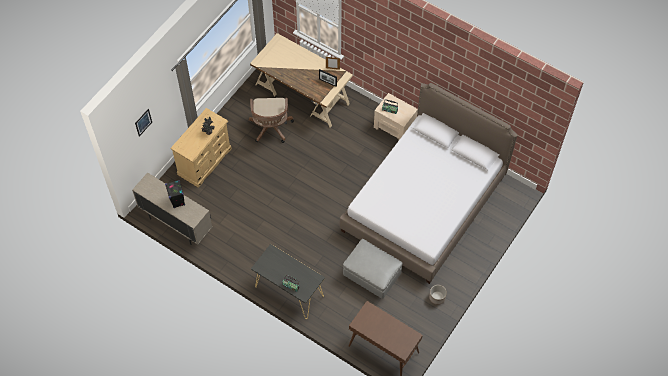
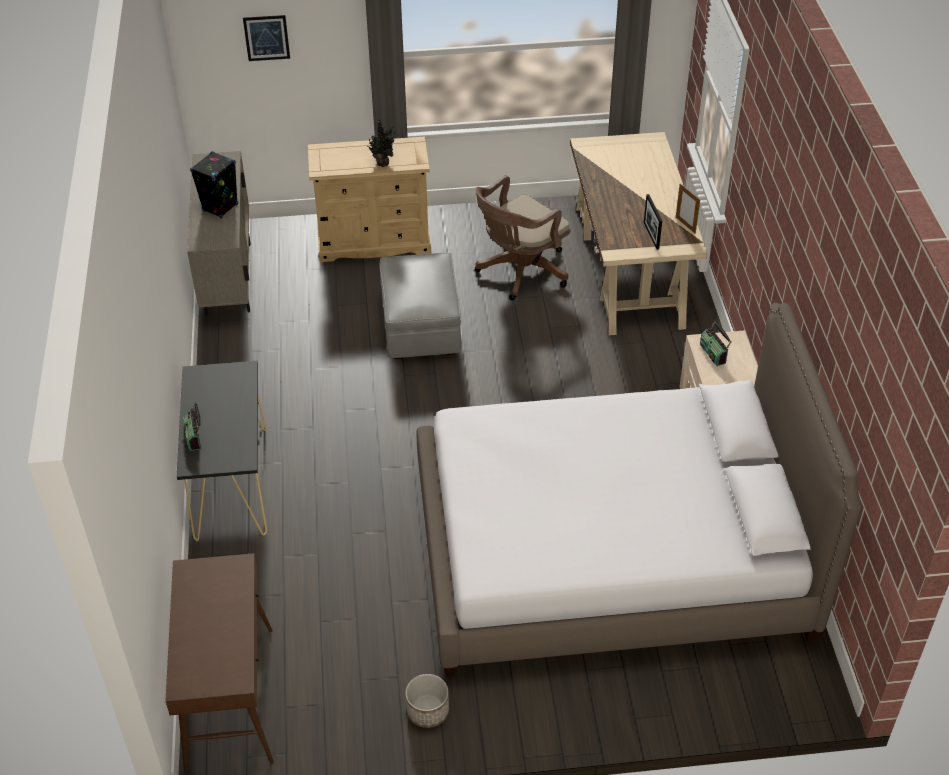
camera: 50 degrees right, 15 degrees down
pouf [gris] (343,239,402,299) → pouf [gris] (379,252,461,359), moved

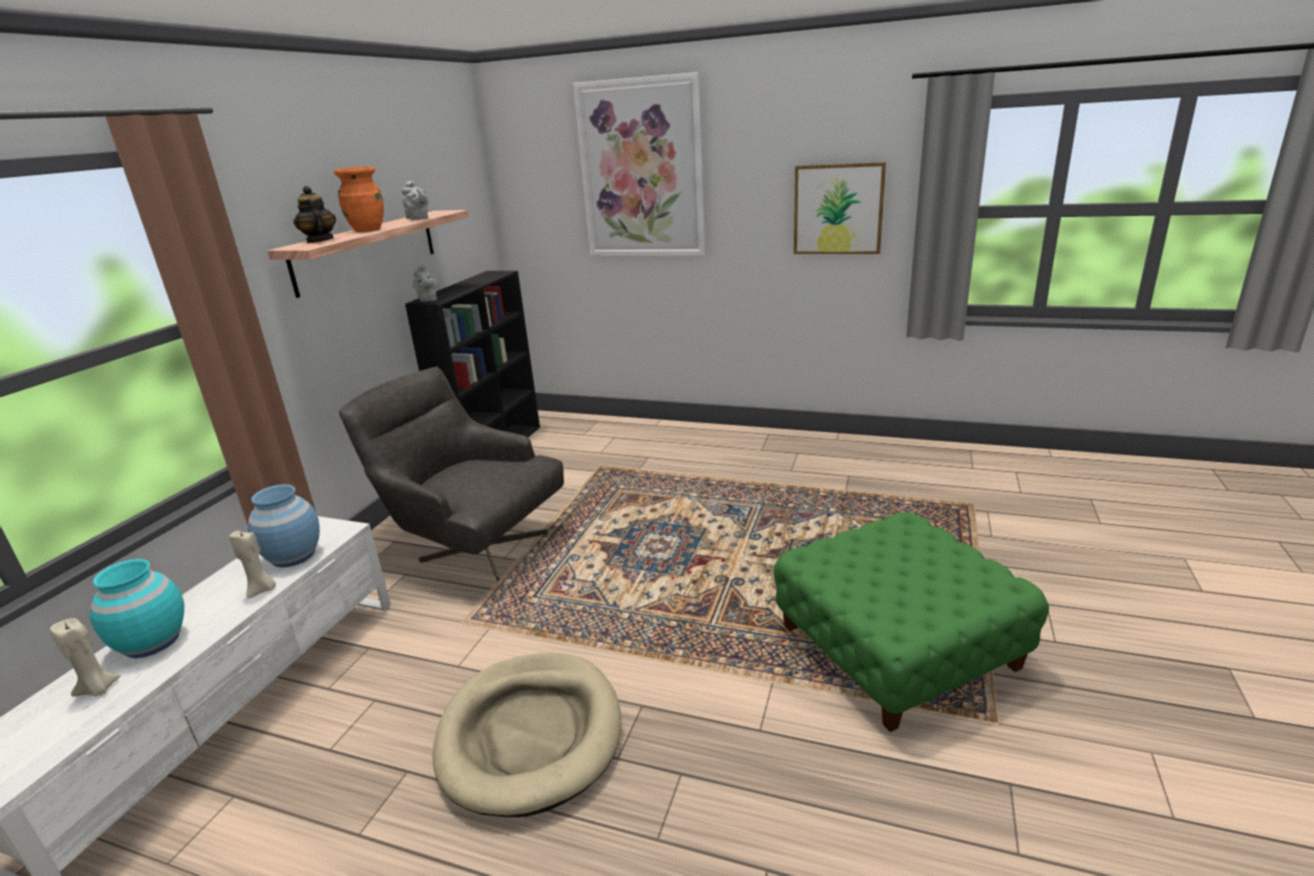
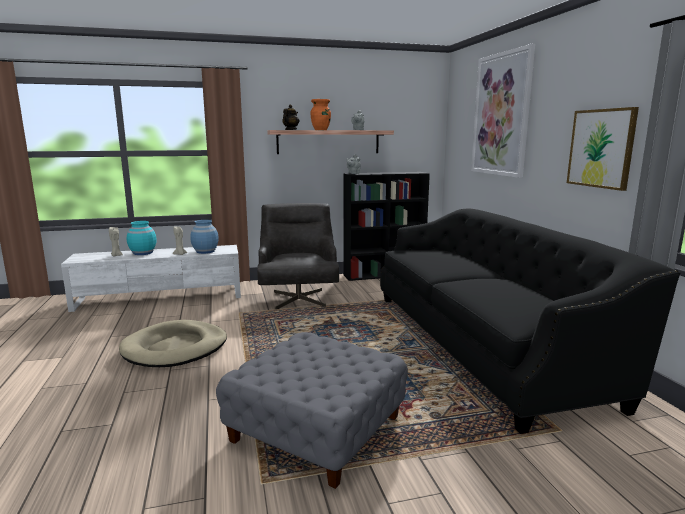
camera: 55 degrees right, 10 degrees down
pouf [vert] (774,512,1049,732) → pouf [gris] (216,332,408,489)
- → canapé [noir] (380,209,680,434)

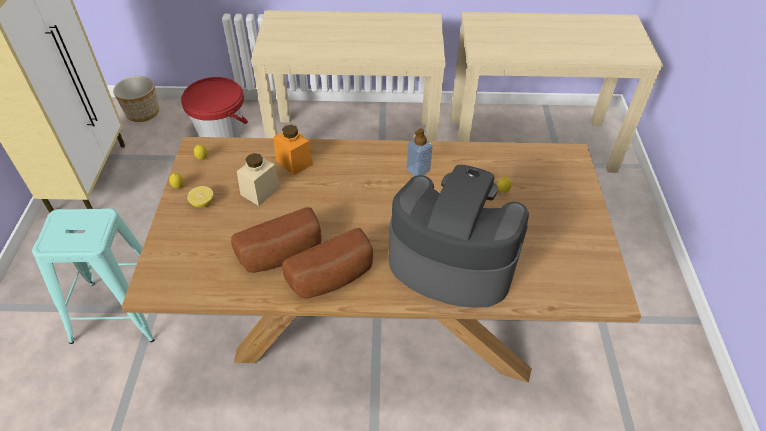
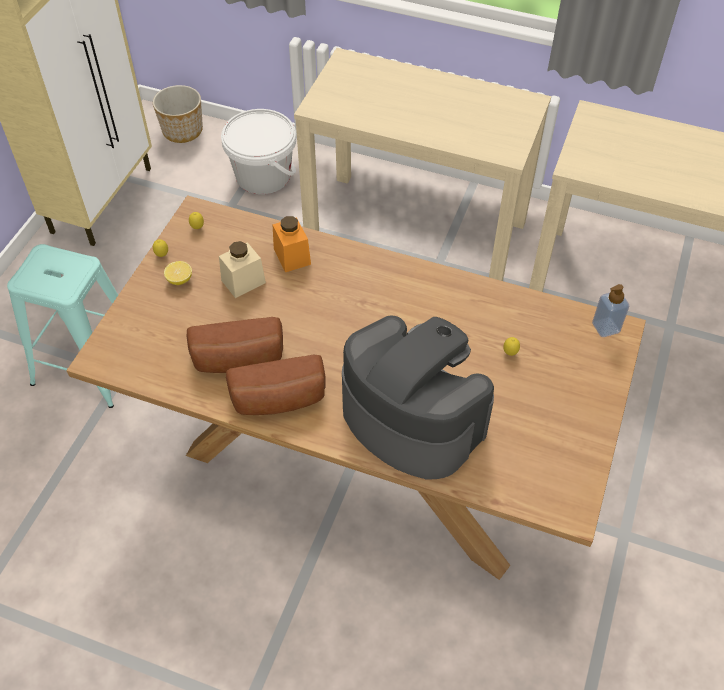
camera: 20 degrees right, 5 degrees up
seau [rouge] (181,77,248,138) → seau [blanc] (221,109,296,194)
distributeur de savon (406,128,433,176) → distributeur de savon (592,284,629,337), moved

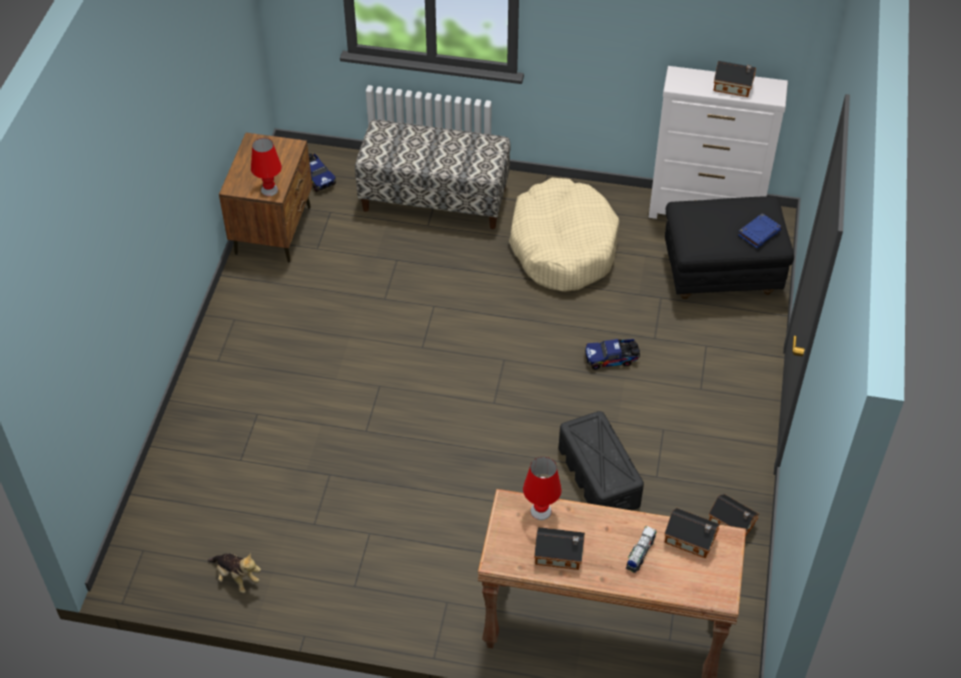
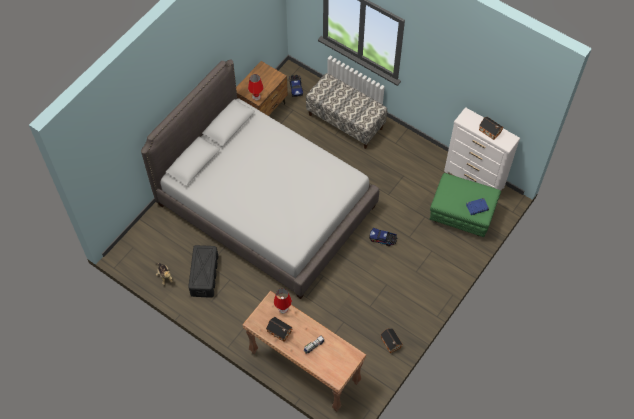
camera: 25 degrees right, 10 degrees up
panier pour chien [beige] (509,177,619,292) → -
pouf [noir] (665,196,794,299) → pouf [vert] (430,173,501,237)
boîte de rangement [noir] (559,411,644,510) → boîte de rangement [noir] (188,245,218,298), moved
maison miniature (664,508,720,558) → -
- → lit [gris] (141,59,379,299)

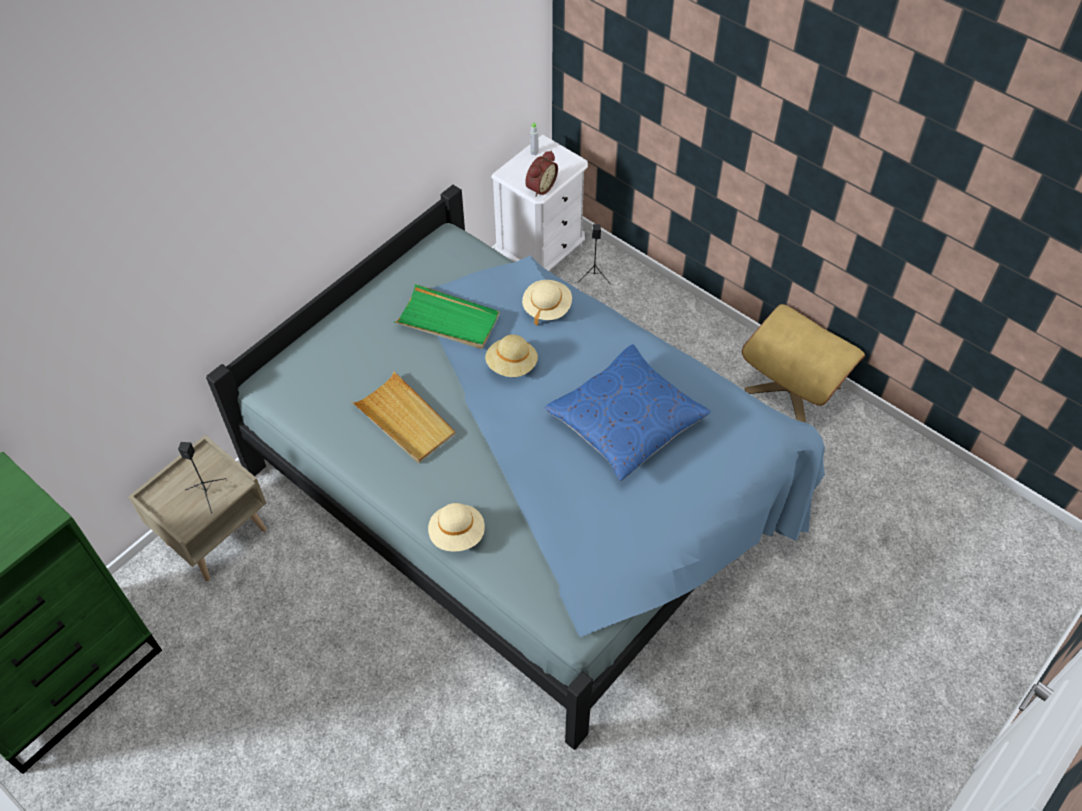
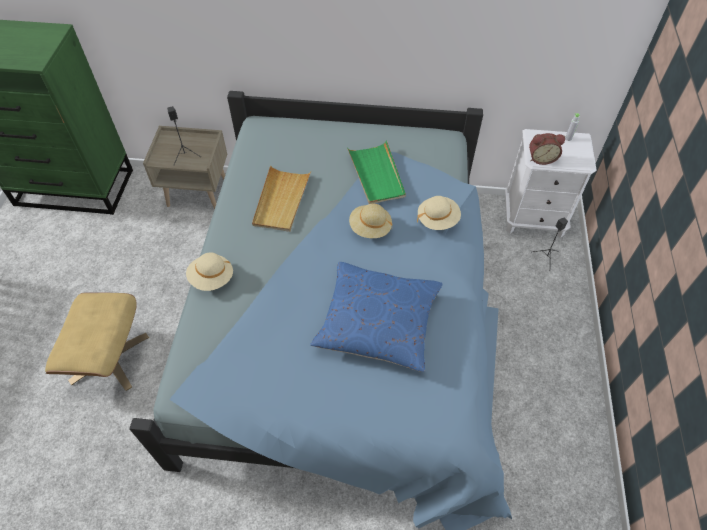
camera: 55 degrees right, 0 degrees up
pouf [beige] (742,304,865,423) → pouf [beige] (45,293,149,391), moved

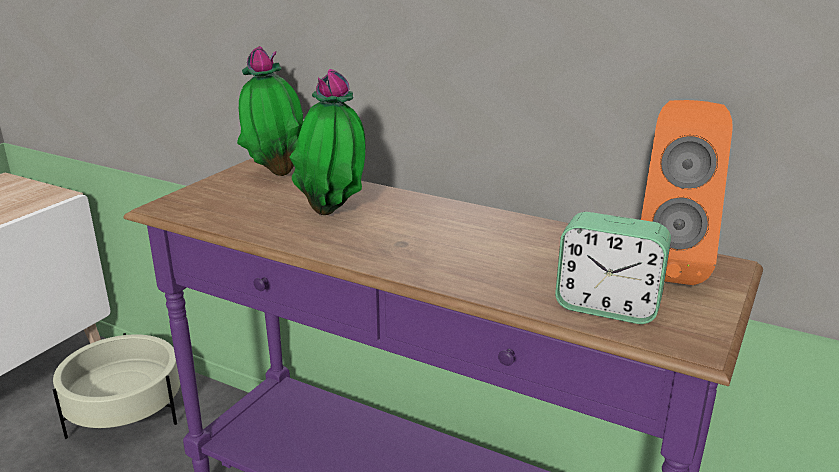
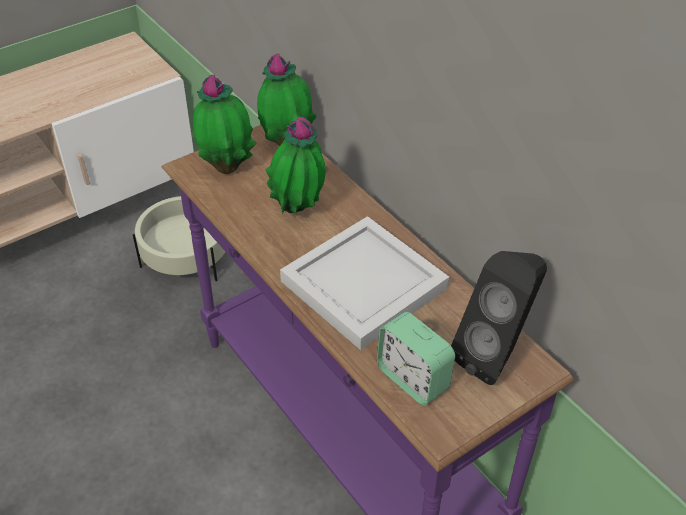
camera: 25 degrees right, 20 degrees up
enceinte [orange] (641,100,732,285) → enceinte [noir] (451,251,547,385)
- → plante en pot (193,74,257,174)
- → plateau [blanc] (280,216,449,350)

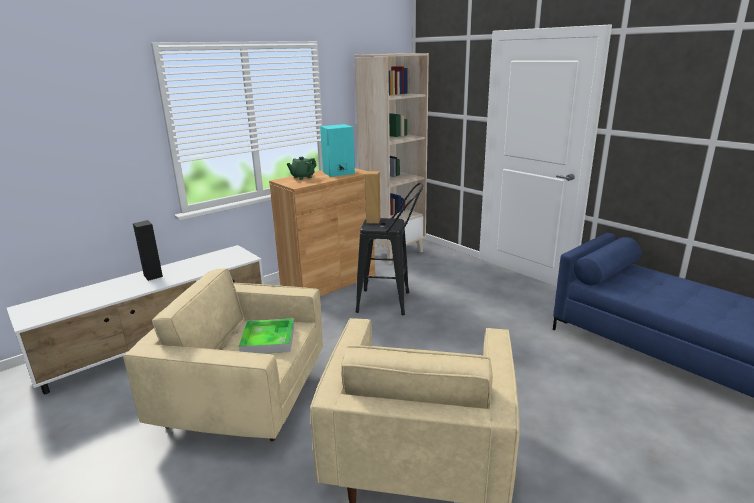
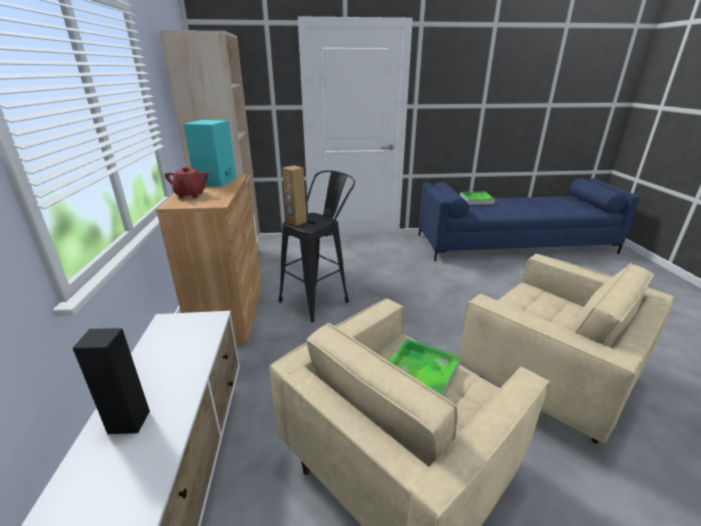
camera: 55 degrees left, 5 degrees up
théière [vert] (287,157,317,180) → théière [rouge] (165,167,208,198)
- → plateau (460,192,495,205)

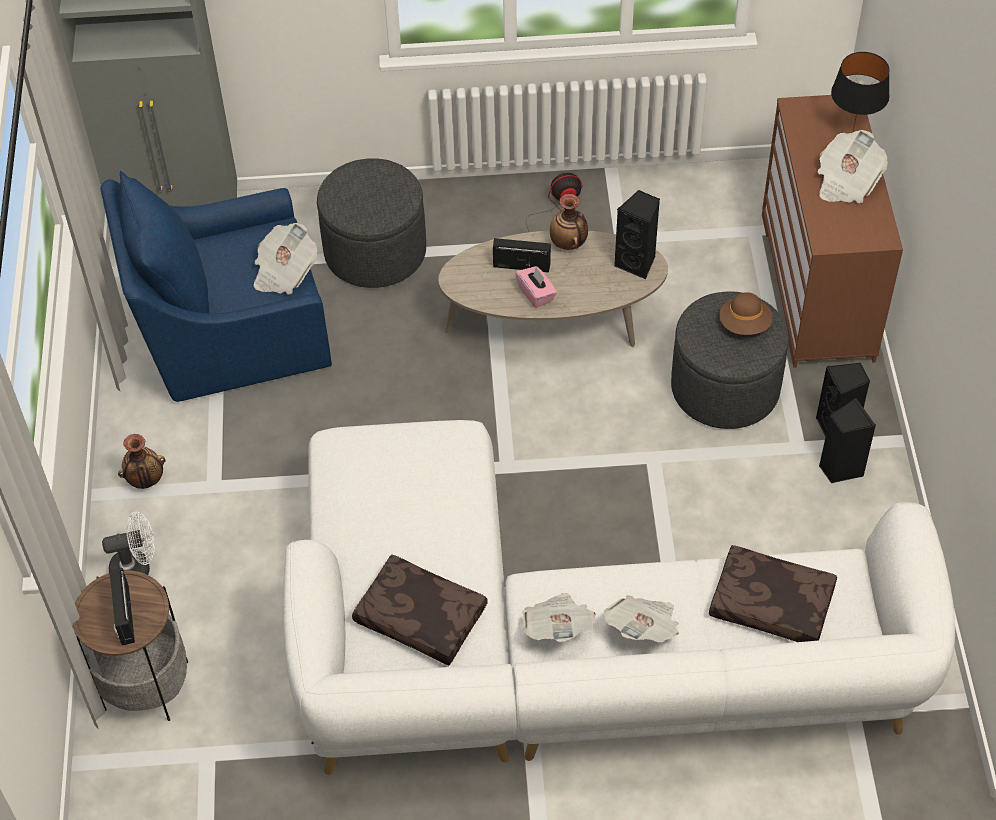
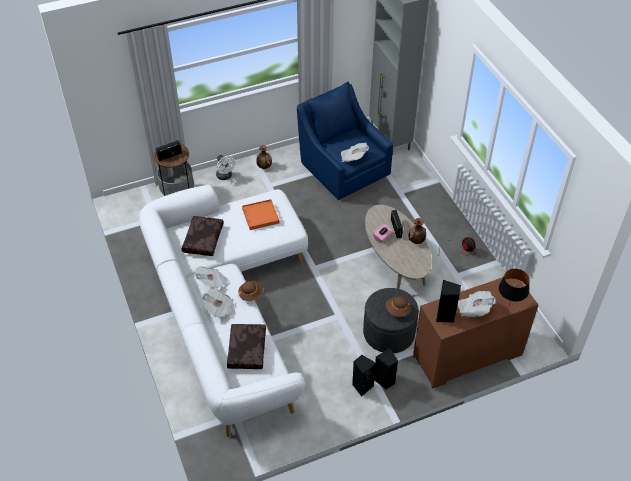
camera: 70 degrees right, 5 degrees down
pouf [gris] (317,159,426,288) → -
enceinte [noir] (614,190,660,280) → enceinte [noir] (436,280,461,322), moved
- → plateau [orange] (242,199,280,230)
- → chapeau [marron] (238,281,263,301)

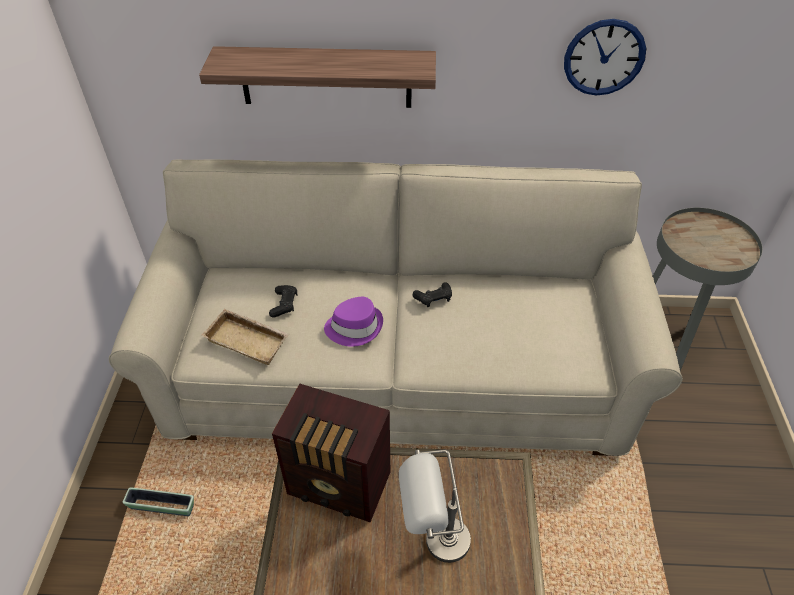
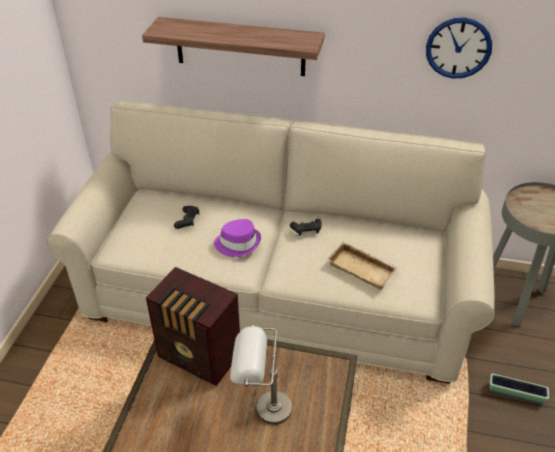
camera: 10 degrees right, 5 degrees down
plateau [beige] (202,309,289,365) → plateau [beige] (327,242,398,290), moved
cache-pot (123,487,194,516) → cache-pot (490,374,549,404), moved

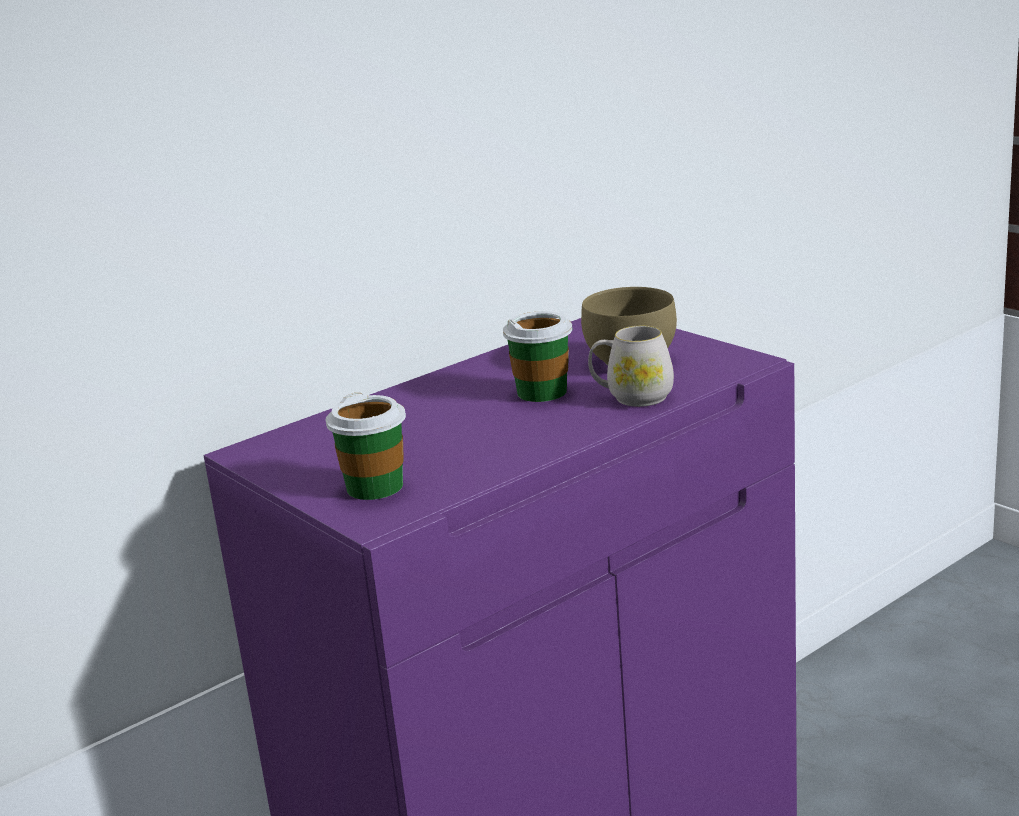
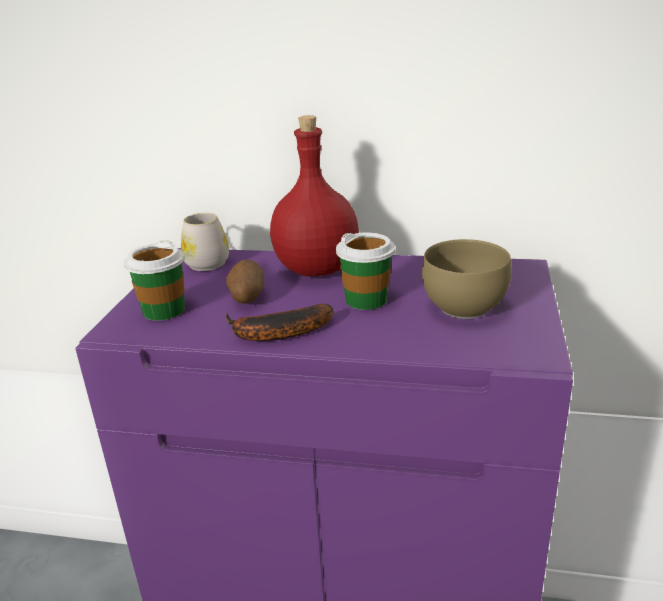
camera: 50 degrees right, 5 degrees up
mug [blanc] (588,326,674,407) → mug [blanc] (181,213,229,271), moved
- → bouteille [rouge] (270,115,359,277)
- → pomme de terre (226,260,264,304)
- → banane (226,304,333,341)

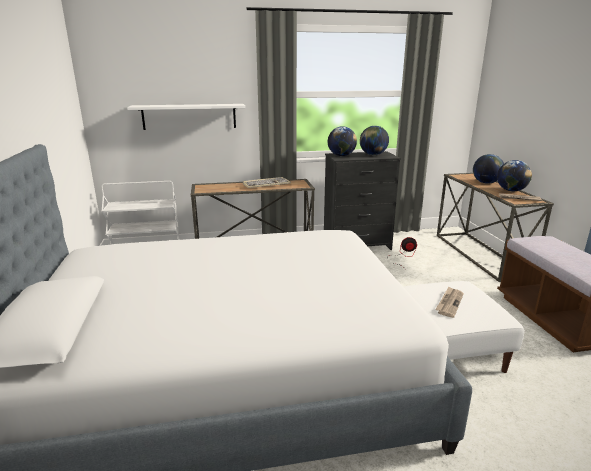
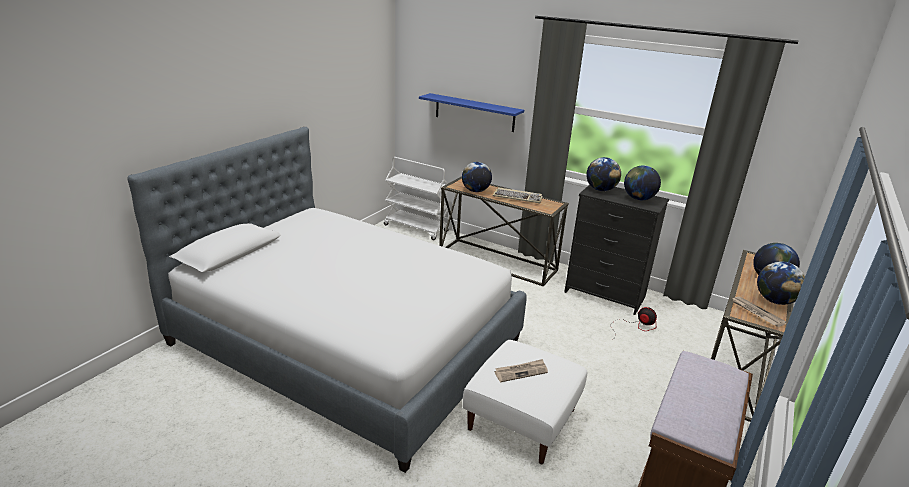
camera: 40 degrees right, 5 degrees up
étagère [blanc] (127,104,245,130) → étagère [bleu] (419,93,524,132)
- → globe (462,162,492,192)

